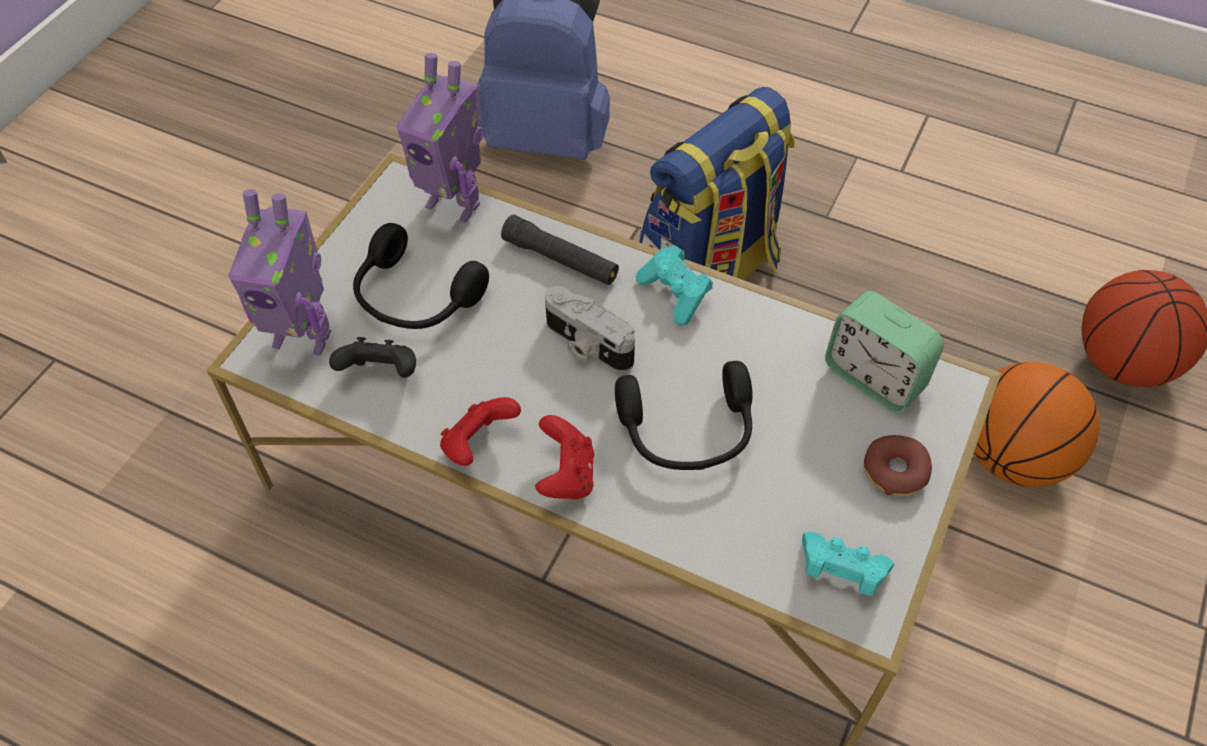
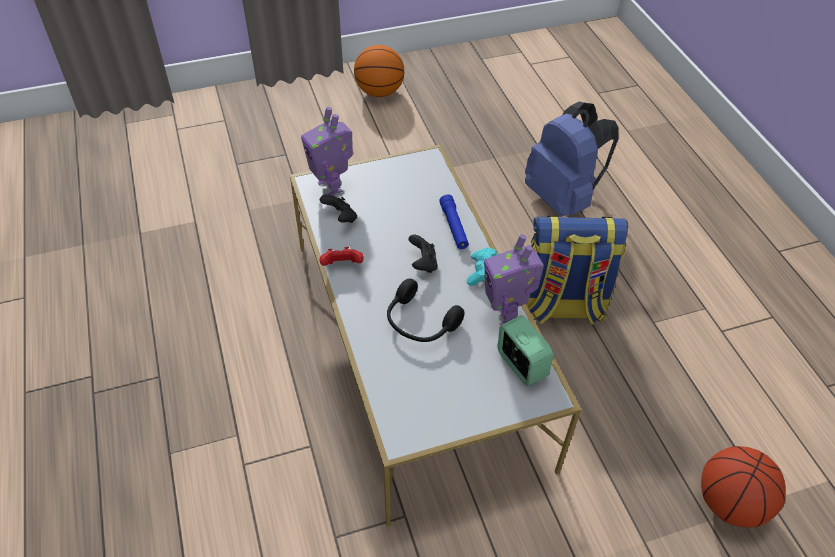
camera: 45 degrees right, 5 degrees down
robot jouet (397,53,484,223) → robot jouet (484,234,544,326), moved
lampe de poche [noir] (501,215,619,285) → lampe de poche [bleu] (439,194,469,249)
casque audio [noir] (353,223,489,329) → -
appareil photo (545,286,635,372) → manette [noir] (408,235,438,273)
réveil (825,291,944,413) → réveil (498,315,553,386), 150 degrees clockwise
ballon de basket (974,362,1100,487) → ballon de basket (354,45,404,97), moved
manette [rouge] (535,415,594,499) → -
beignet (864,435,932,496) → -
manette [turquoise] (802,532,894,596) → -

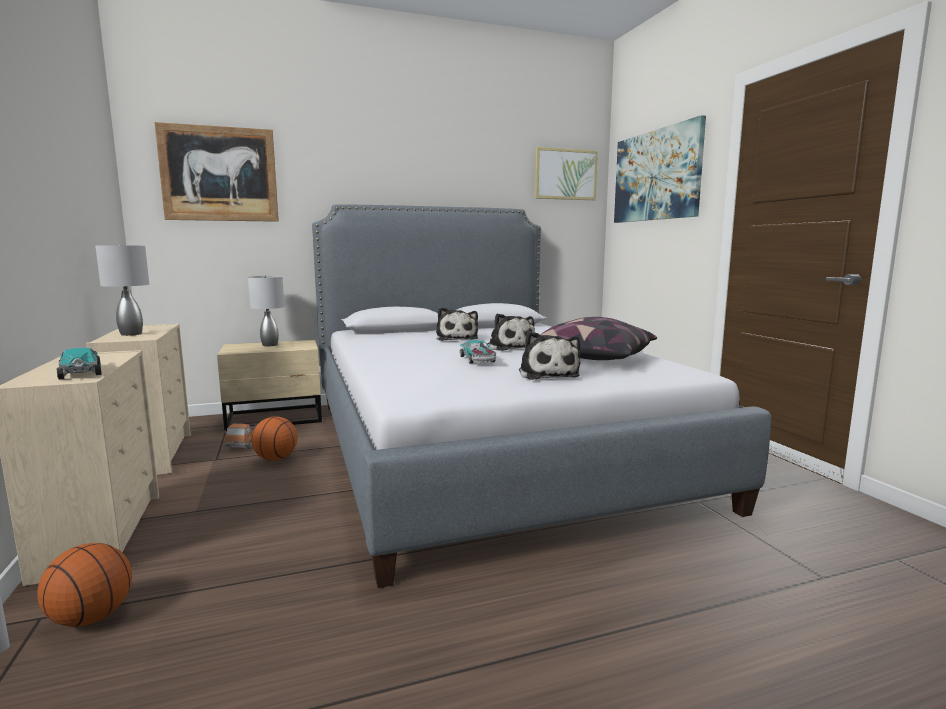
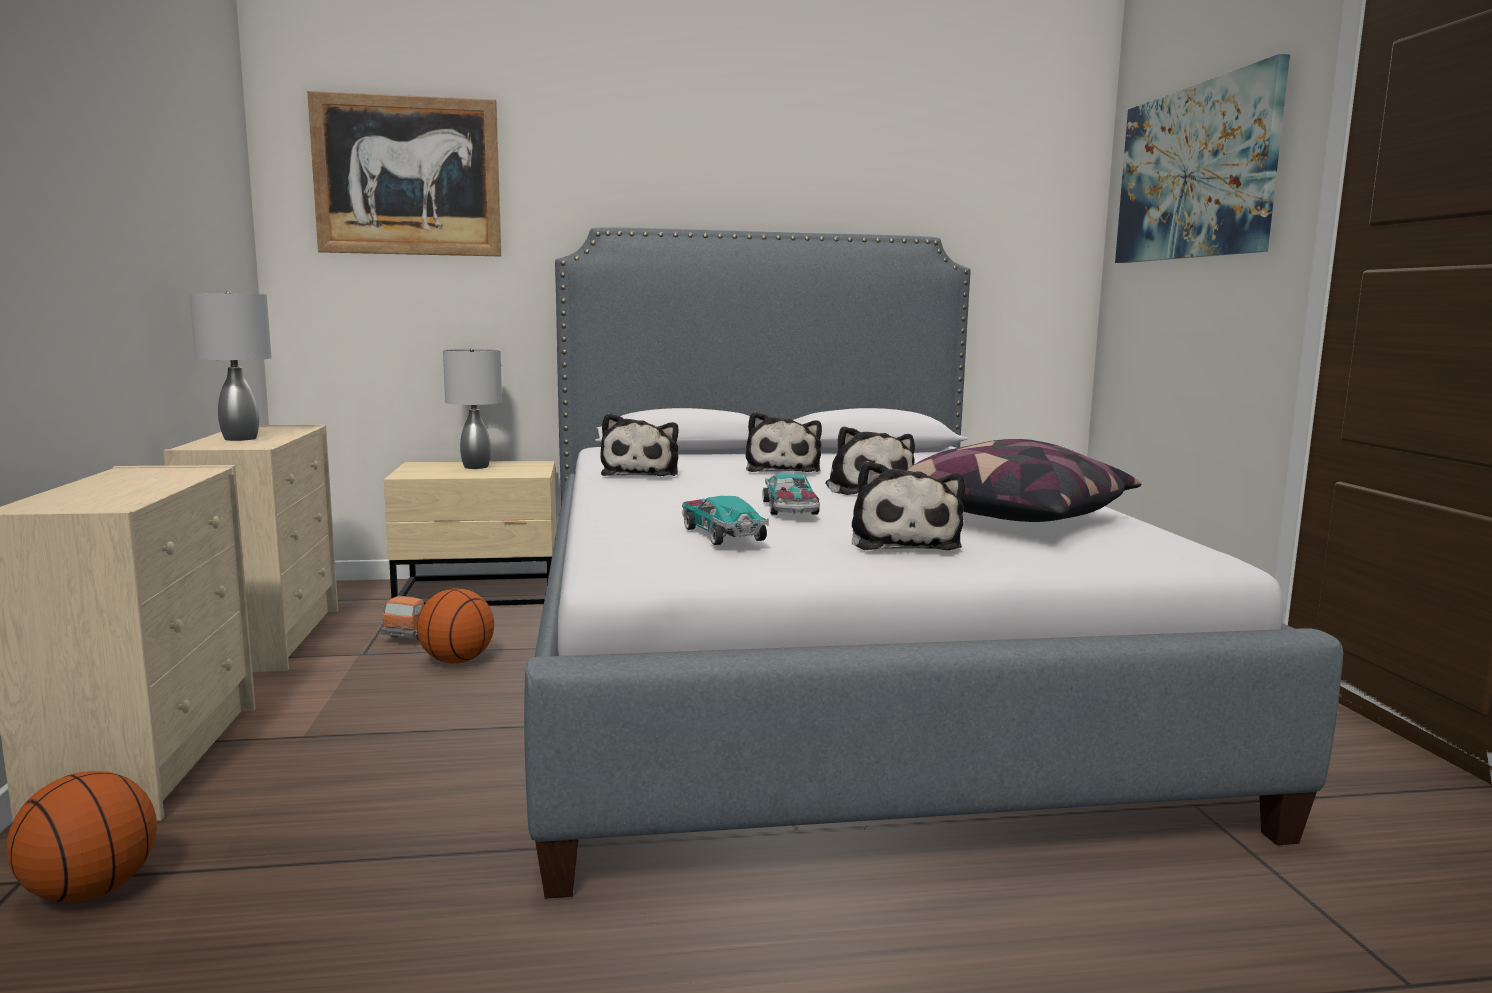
camera: 10 degrees right, 0 degrees up
tableau (534,147,598,200) → -
petite voiture (57,348,102,379) → petite voiture (682,496,769,545), moved
- → peluche (601,413,678,476)

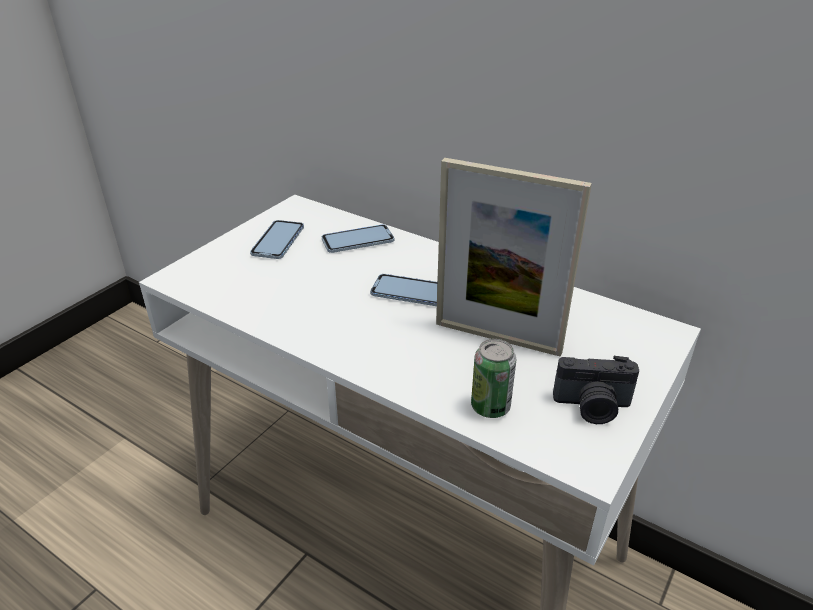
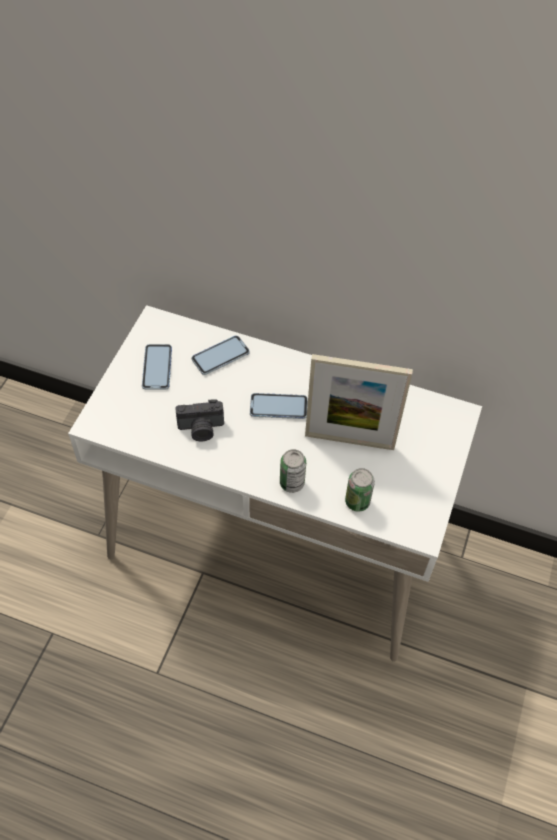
camera: 15 degrees left, 20 degrees up
appareil photo (553,356,639,424) → appareil photo (175,400,224,441), moved
- → boîte métallique (280,449,306,493)

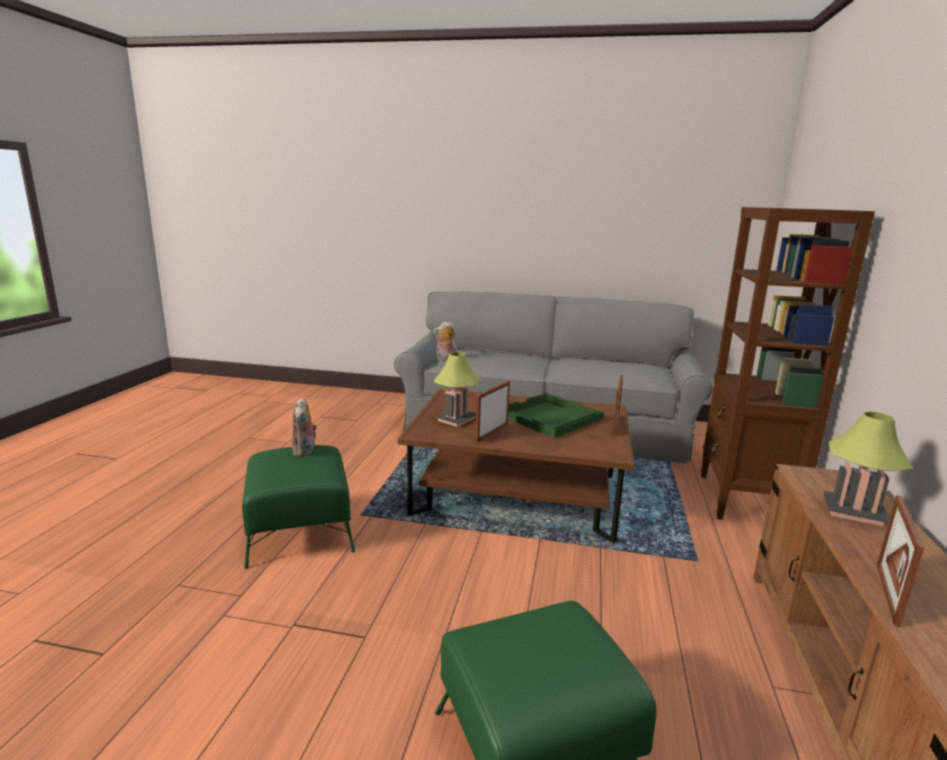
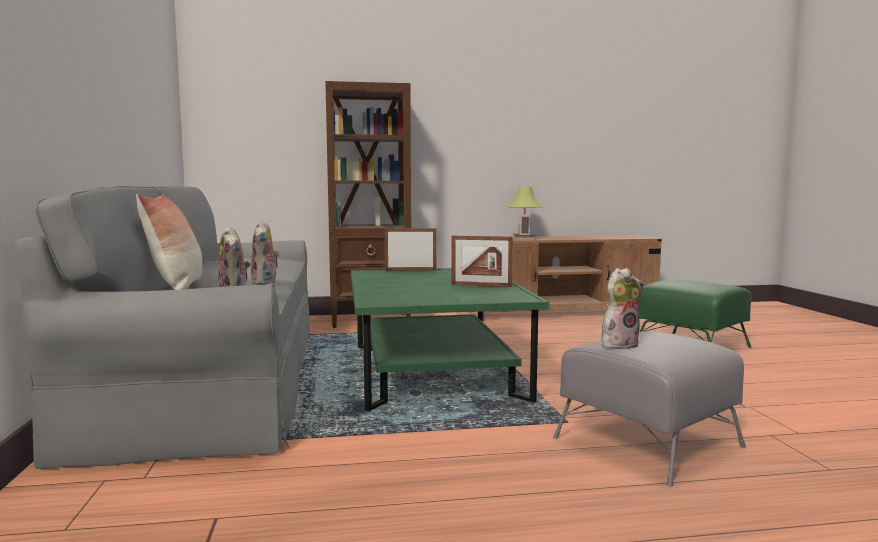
camera: 110 degrees left, 10 degrees down
lampe de table (434,352,480,427) → -
table basse [marron] (397,389,634,543) → table basse [vert] (351,268,549,412)
plateau [vert] (508,393,604,438) → -
pouf [vert] (242,445,355,569) → pouf [gris] (553,331,746,487)
cadre photo (877,495,924,627) → -
- → coussin (136,194,202,290)
- → peluche (251,220,279,285)

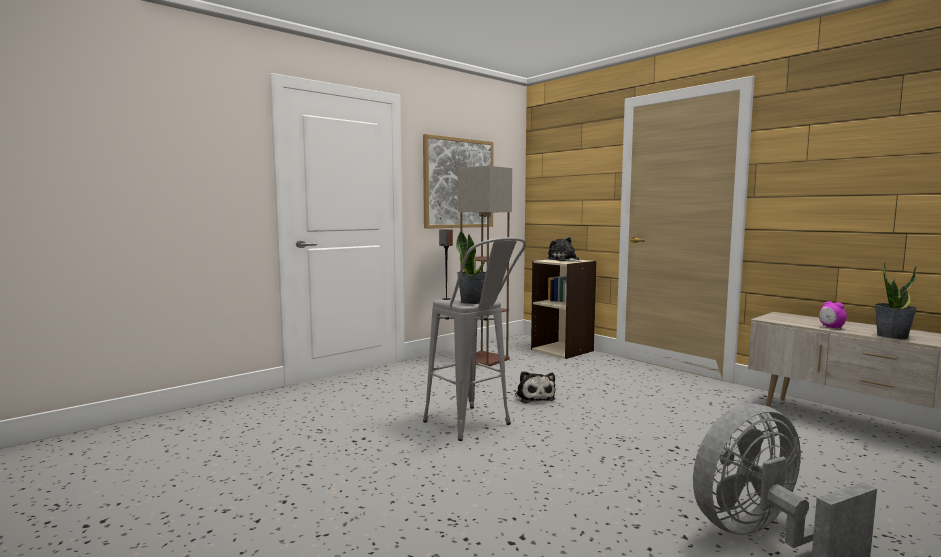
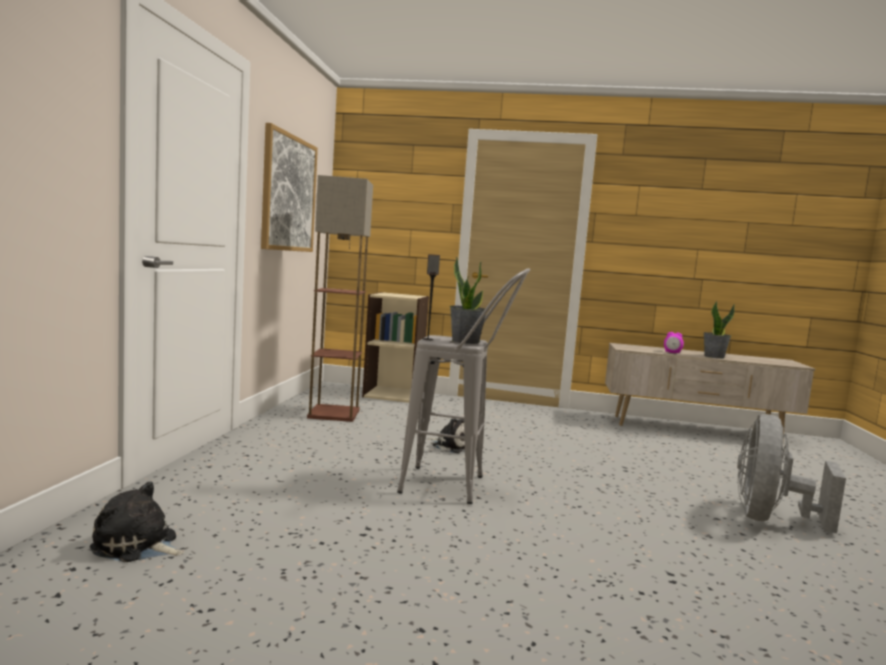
camera: 40 degrees left, 0 degrees up
peluche (548,237,581,262) → peluche (90,481,184,562), moved

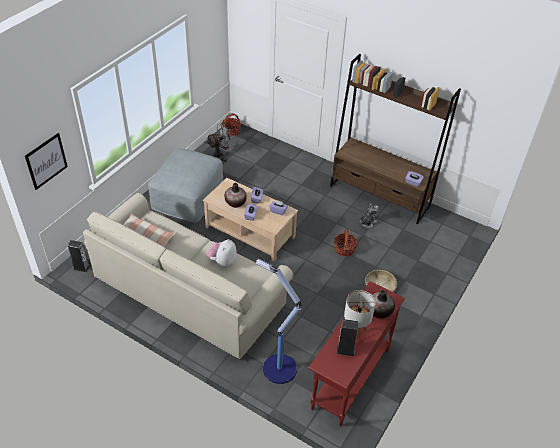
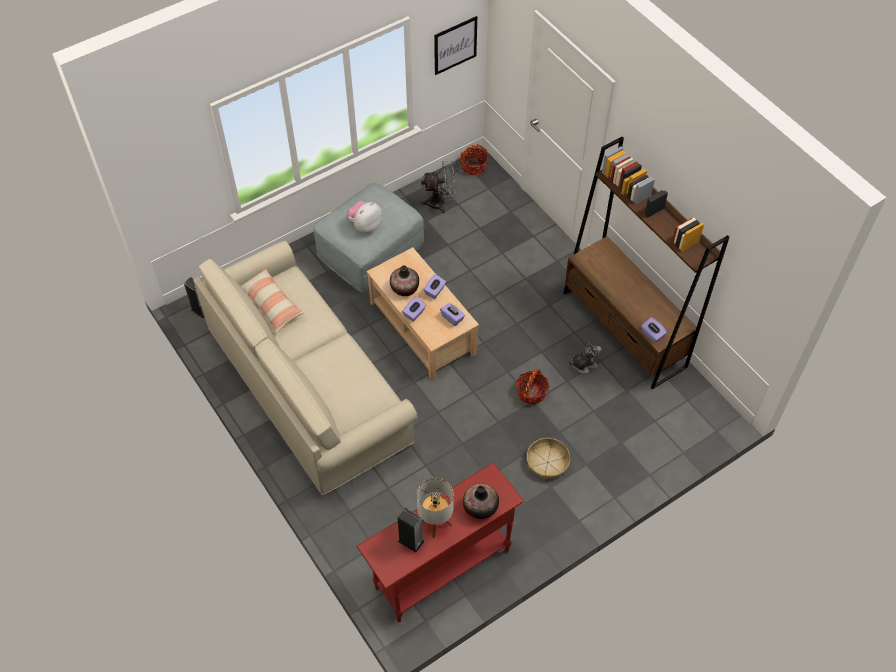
camera: 25 degrees right, 10 degrees up
tableau (25,133,68,190) → tableau (434,16,477,75), moved
peluche (207,239,236,267) → peluche (346,201,382,233), moved
lampadaire (256,259,301,384) → -

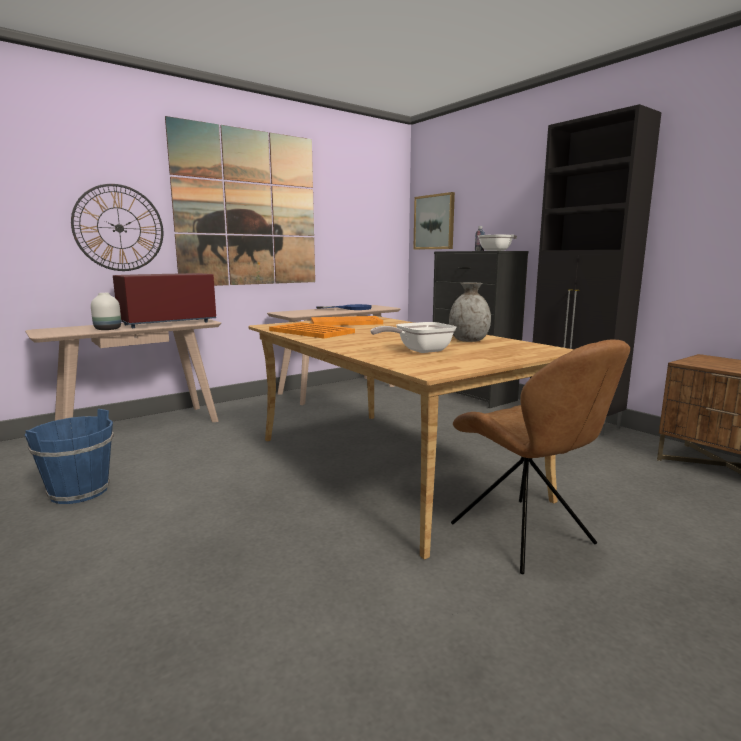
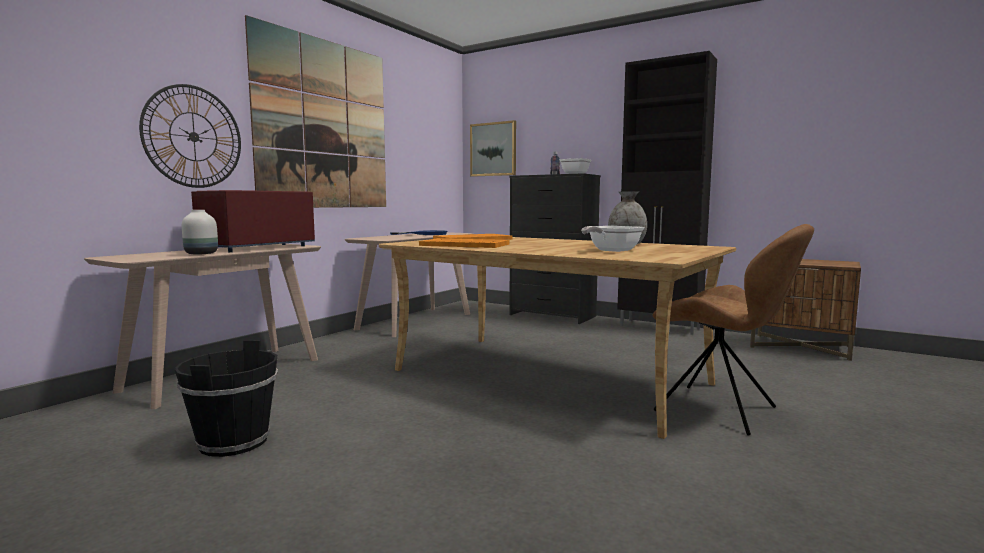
camera: 20 degrees left, 5 degrees down
seau [bleu] (25,409,114,504) → seau [noir] (175,340,278,457)

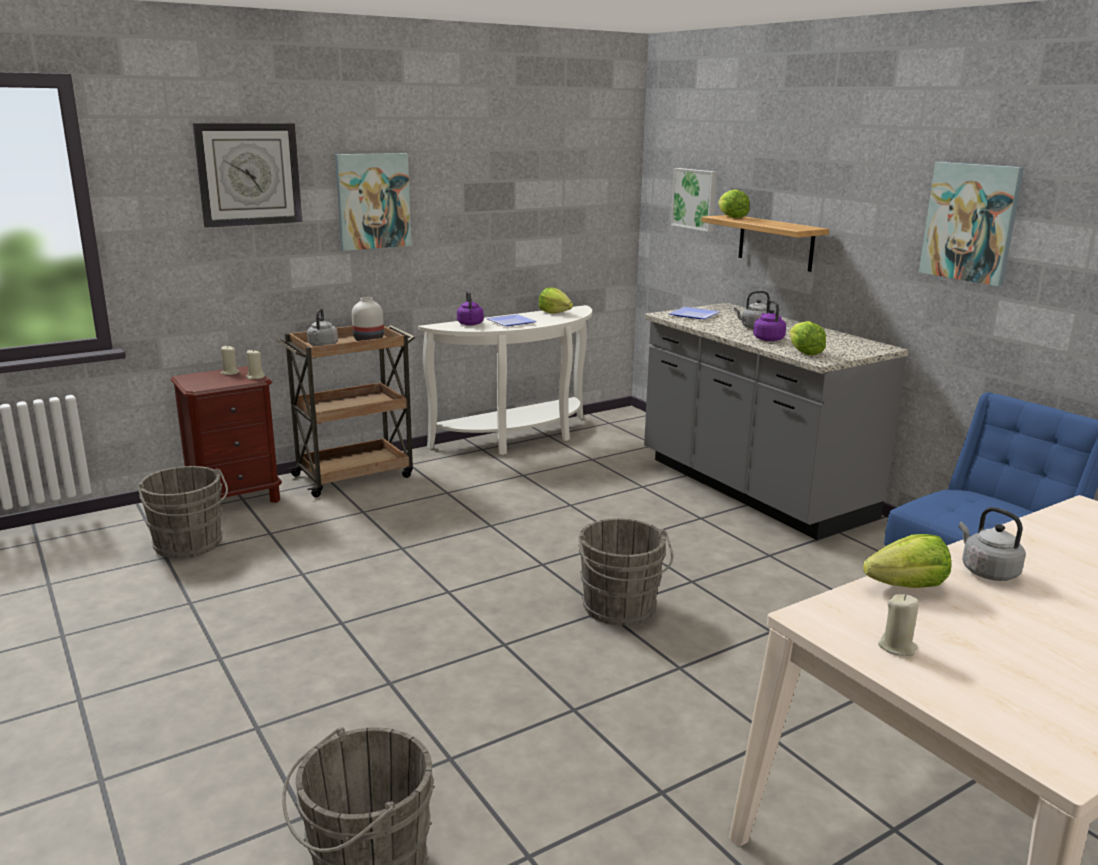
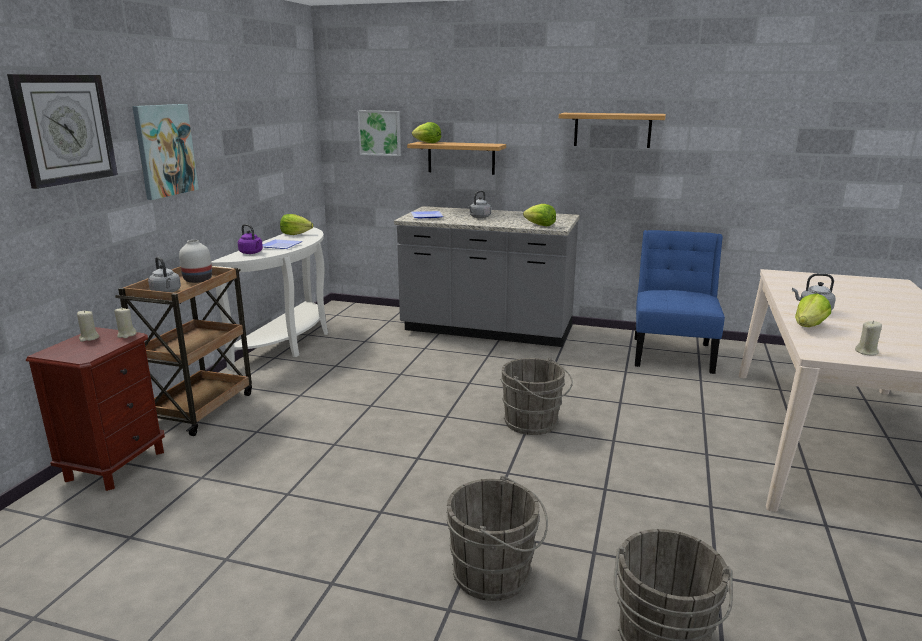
camera: 40 degrees left, 0 degrees up
tableau (919,162,1024,286) → étagère (559,113,666,148)
bouilloire [violet] (753,300,786,341) → -
seau [gris] (137,466,228,558) → seau [gris] (446,475,548,601), moved

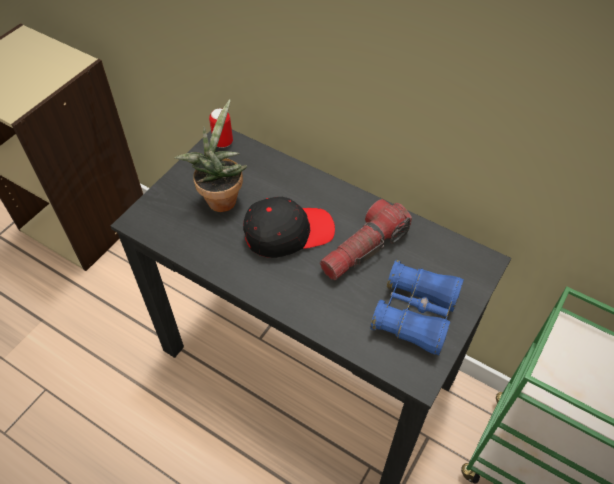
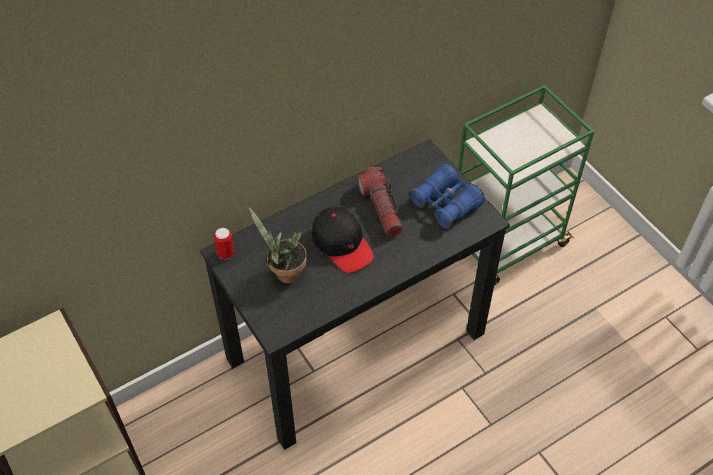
camera: 65 degrees left, 0 degrees up
casquette [noir] (243,197,335,258) → casquette [noir] (312,207,374,273), 135 degrees clockwise

